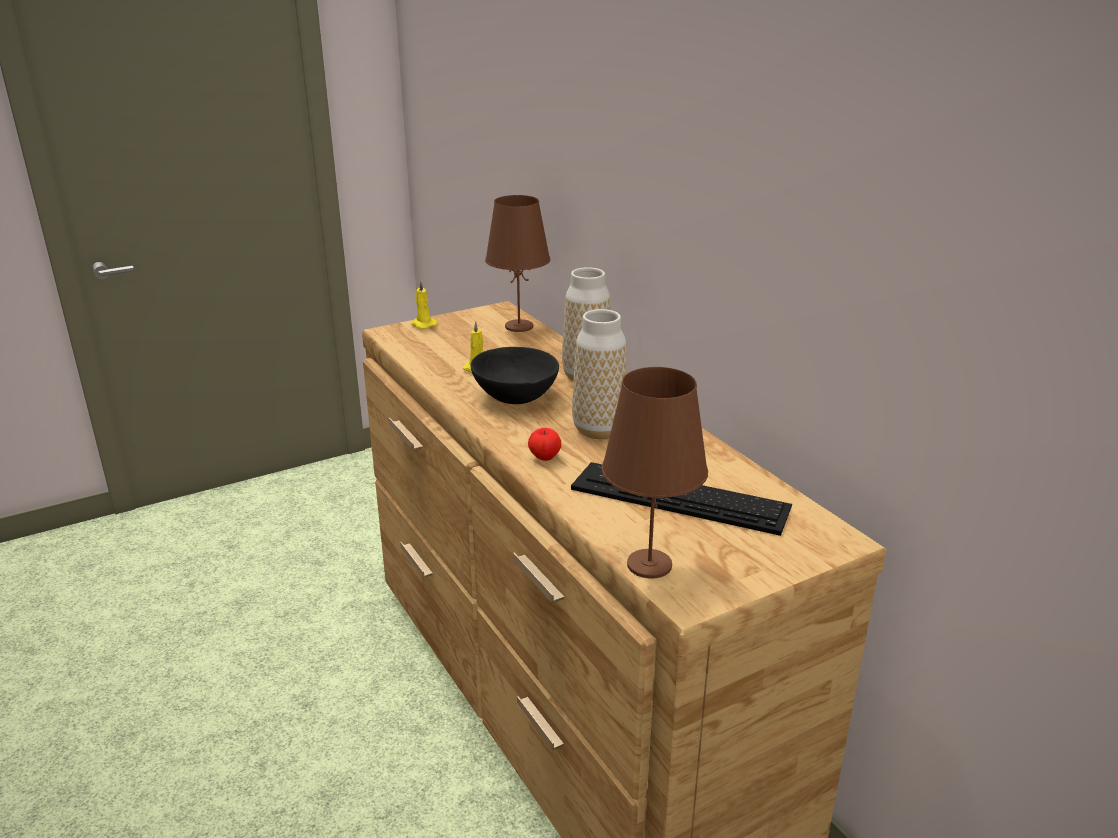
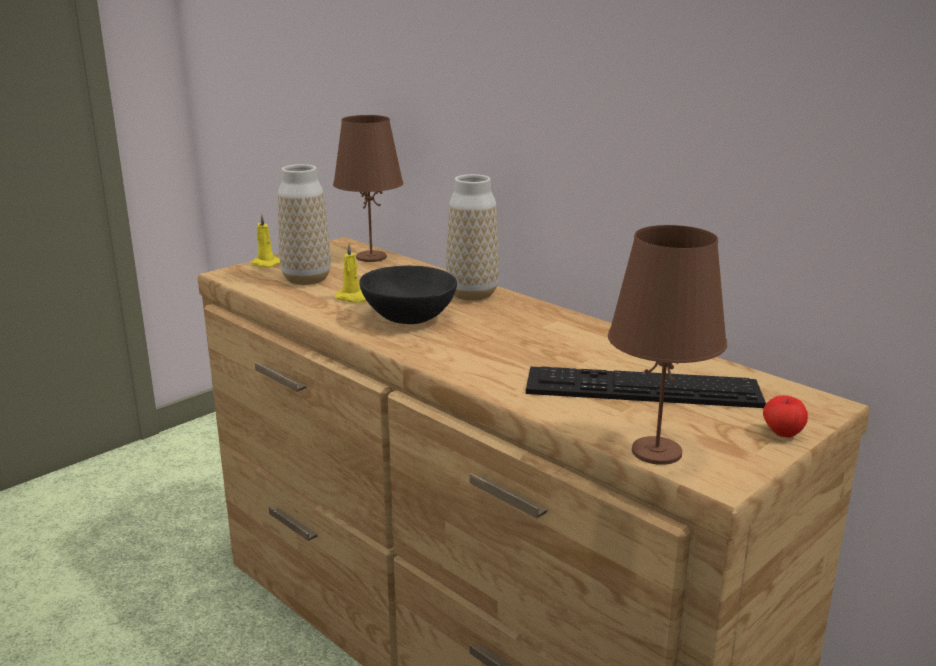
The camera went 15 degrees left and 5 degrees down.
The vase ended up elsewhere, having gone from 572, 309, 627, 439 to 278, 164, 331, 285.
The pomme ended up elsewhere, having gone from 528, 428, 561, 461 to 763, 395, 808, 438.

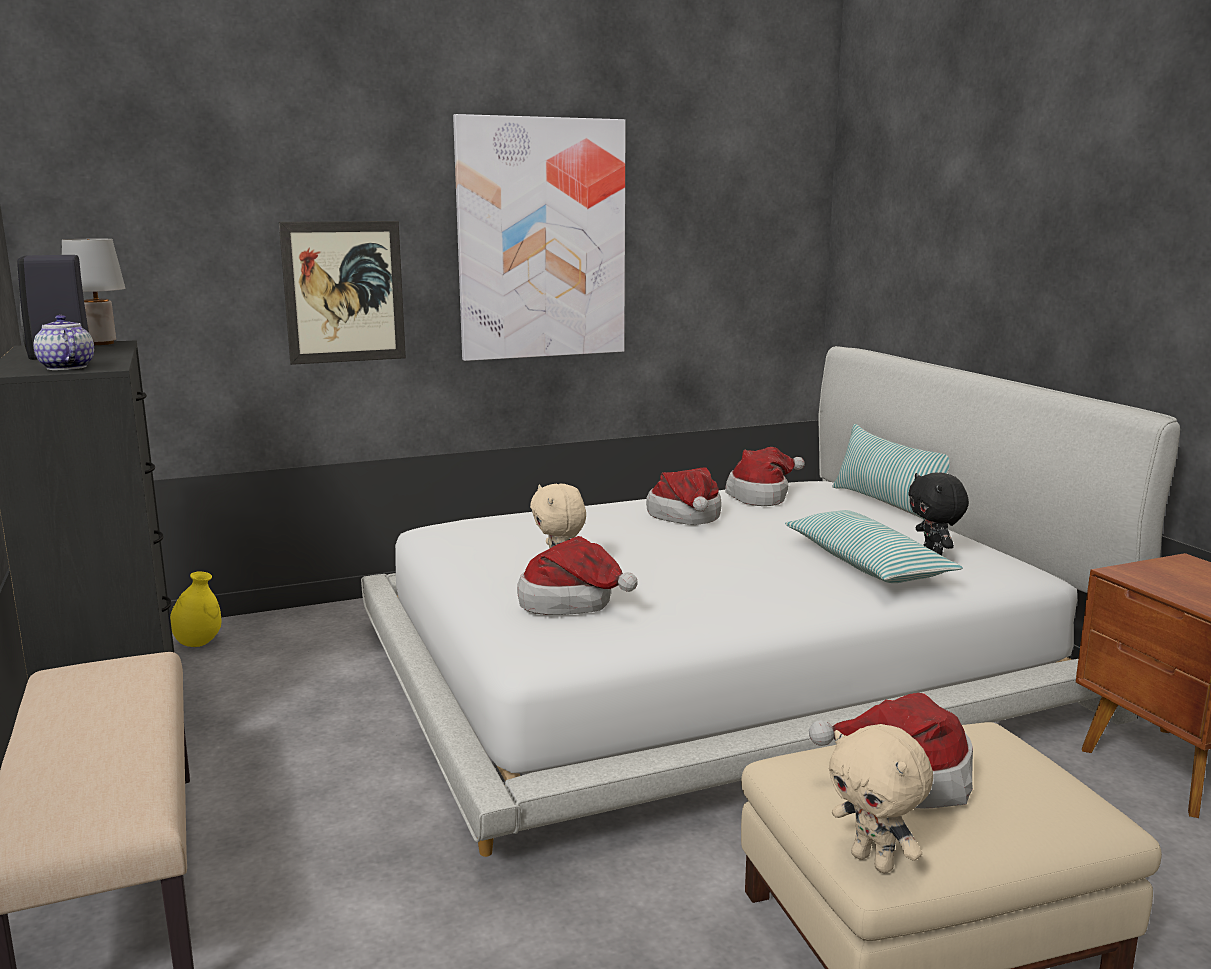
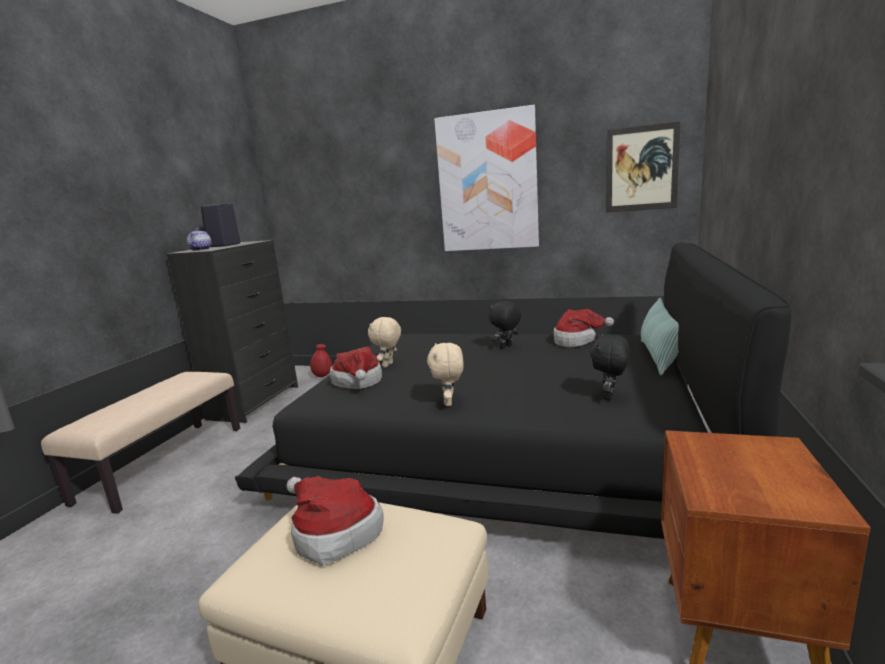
The camera went 40 degrees right and 0 degrees up.
What was the lit (blanc) at 361, 346, 1180, 857 turned into the lit (noir) at 235, 243, 791, 539.
What was the vase (jaune) at 170, 572, 221, 647 turned into the vase (rouge) at 310, 344, 332, 377.
The peluche (beige) ended up elsewhere, having gone from 829, 724, 933, 873 to 427, 343, 464, 406.
Where the chapeau stood at 646, 467, 722, 525, the peluche (noir) came to stand at 488, 301, 521, 349.
The tableau ended up elsewhere, having gone from 279, 221, 406, 365 to 606, 121, 681, 212.
The second view lost the lampe de table (gris) at 62, 239, 125, 345.
The second view lost the coussin at 785, 510, 963, 583.

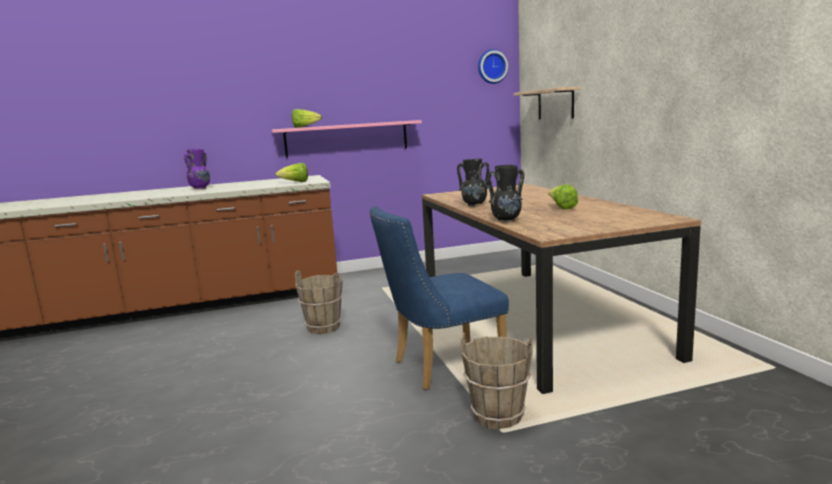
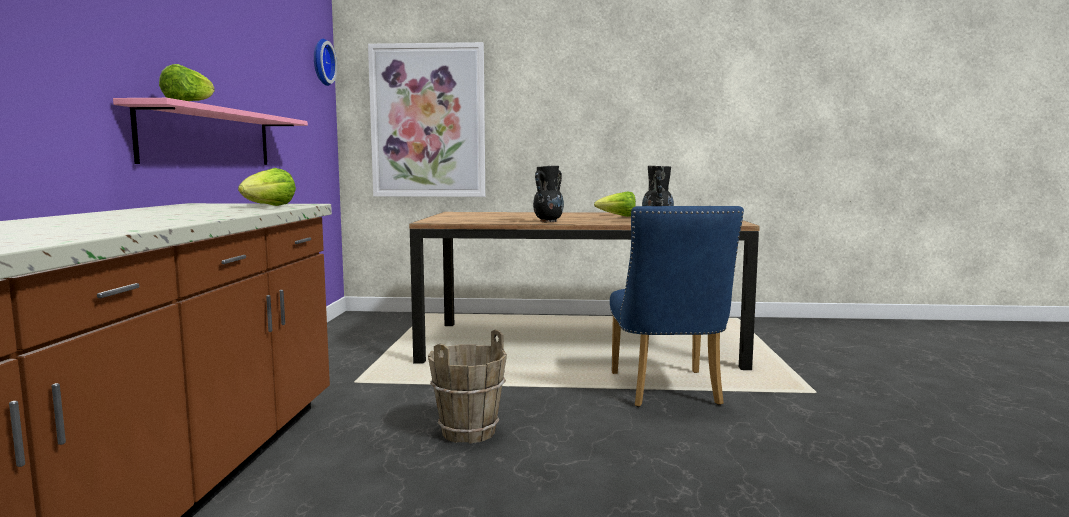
The camera went 70 degrees left and 5 degrees down.
Where the étagère hung at 514, 87, 581, 119, the tableau came to hang at 368, 42, 485, 197.
The second view lost the vase (violet) at 184, 149, 210, 189.
The second view lost the seau (marron) at 461, 332, 532, 430.

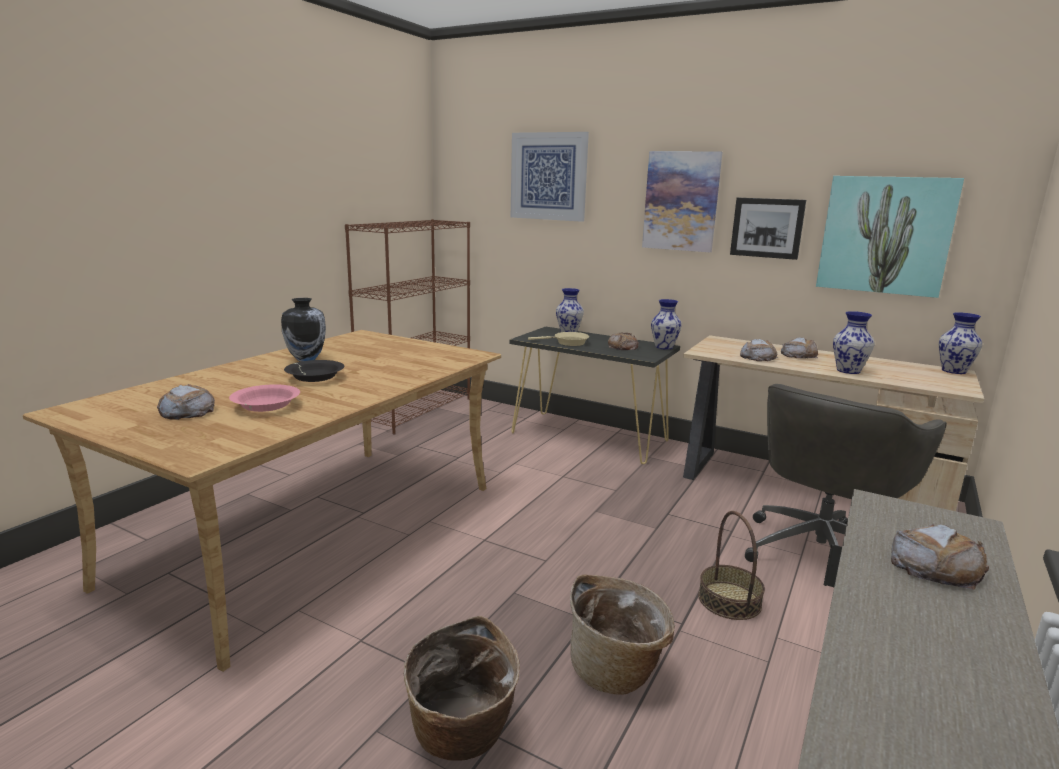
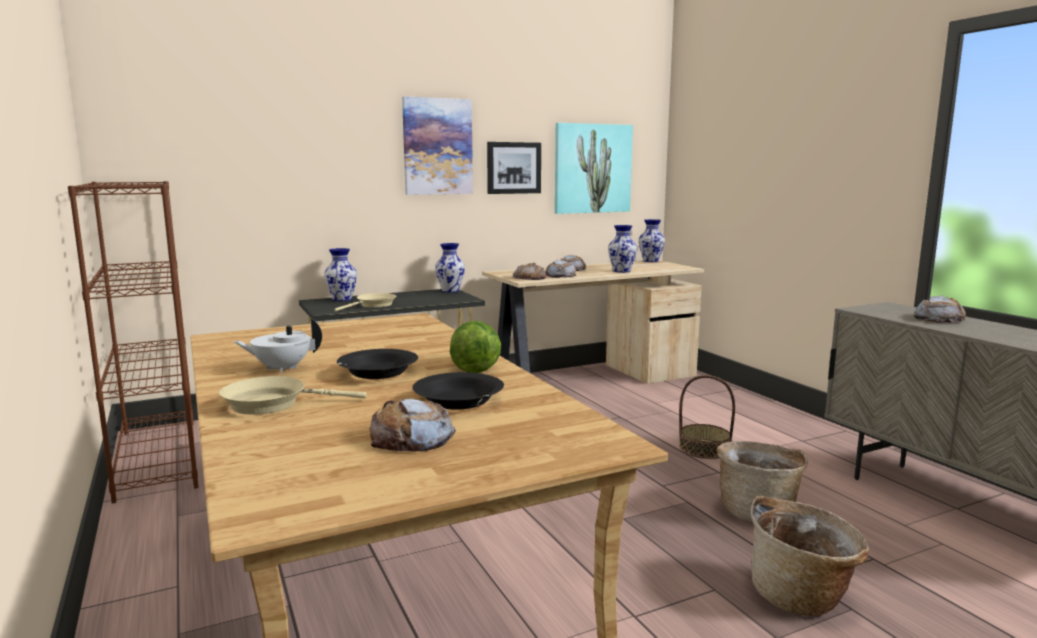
The camera went 55 degrees left and 5 degrees down.
The second view gained the poêle (beige) at 219, 376, 367, 415.
Where the vase stood at 281, 298, 326, 362, the théière (blanc) came to stand at 233, 318, 322, 373.
What was the bol (rose) at 229, 384, 300, 412 turned into the bol (noir) at 412, 372, 504, 410.
The second view gained the laitue at 450, 321, 501, 373.
The pain ended up elsewhere, having gone from 608, 332, 639, 350 to 513, 263, 548, 280.
The second view lost the tableau at 511, 132, 589, 222.
The second view lost the chaise de bureau (gris) at 745, 384, 947, 562.

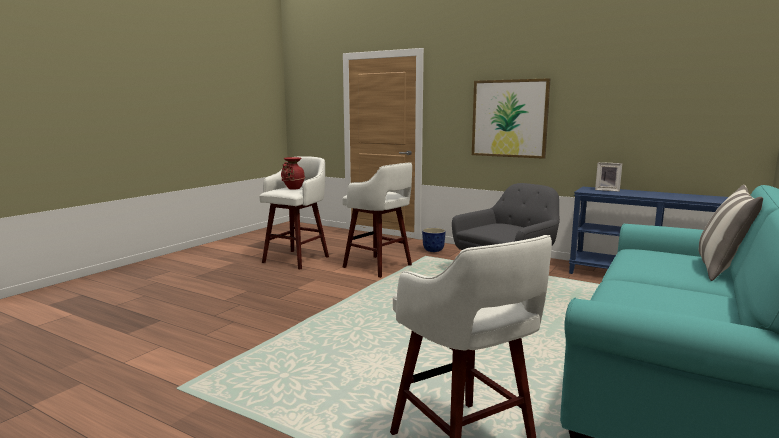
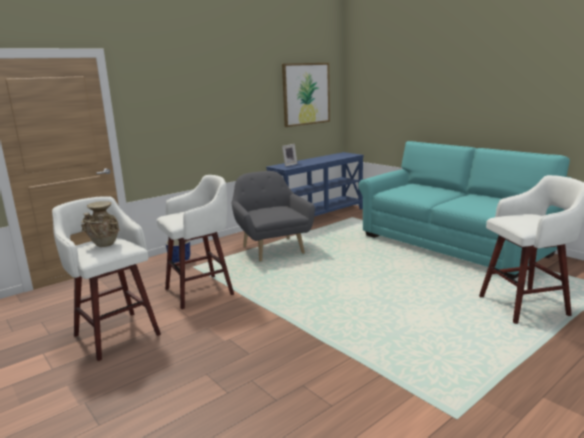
The camera went 70 degrees left and 5 degrees up.
What was the vase (rouge) at 281, 157, 305, 190 turned into the vase (beige) at 81, 201, 120, 247.
The tableau ended up elsewhere, having gone from 472, 78, 550, 159 to 282, 63, 330, 127.
The second view lost the coussin at 699, 185, 763, 281.

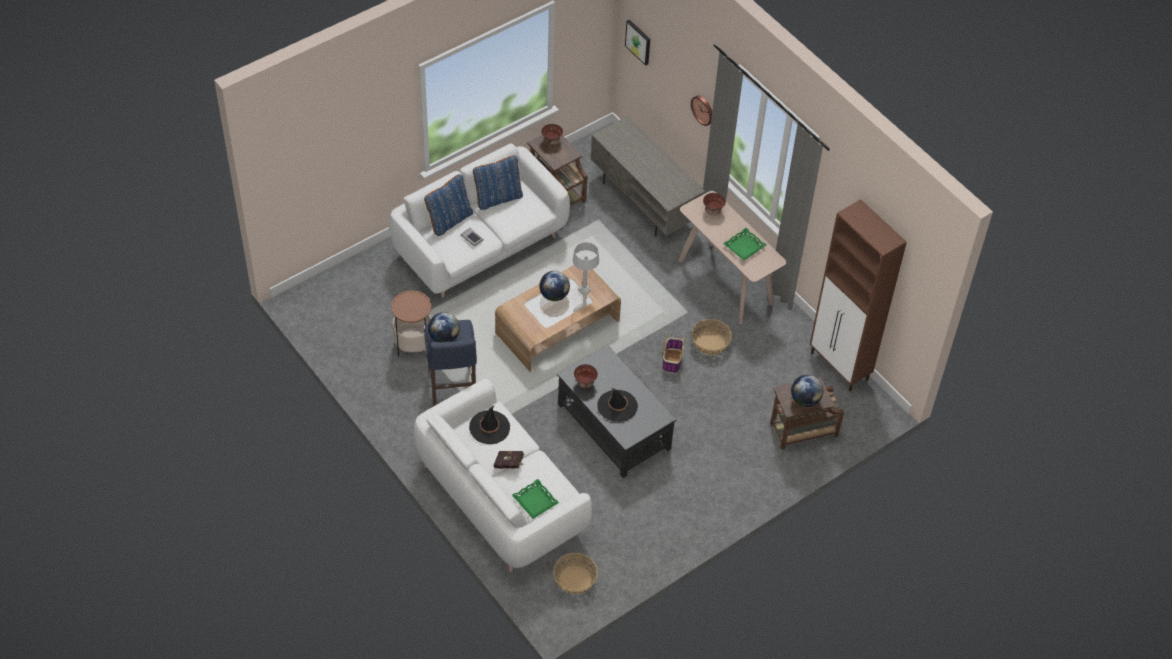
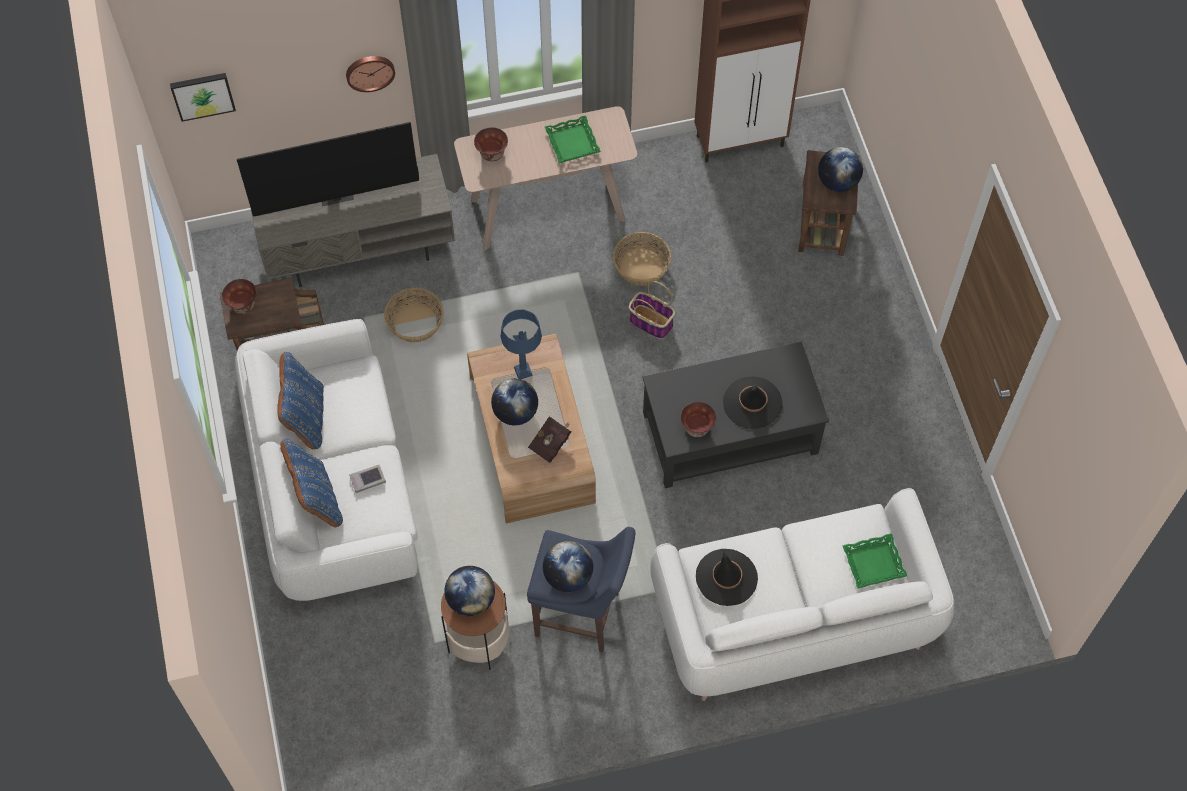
The camera went 65 degrees left and 10 degrees up.
The second view gained the téléviseur at 237, 122, 419, 217.
The panier ended up elsewhere, having gone from 553, 553, 598, 595 to 384, 288, 444, 342.
The second view gained the globe at 444, 566, 495, 617.
What was the lampe de table (gris) at 573, 242, 599, 295 turned into the lampe de table (bleu) at 501, 309, 542, 379.
The livre (rouge) ended up elsewhere, having gone from 494, 451, 524, 469 to 528, 416, 571, 463.

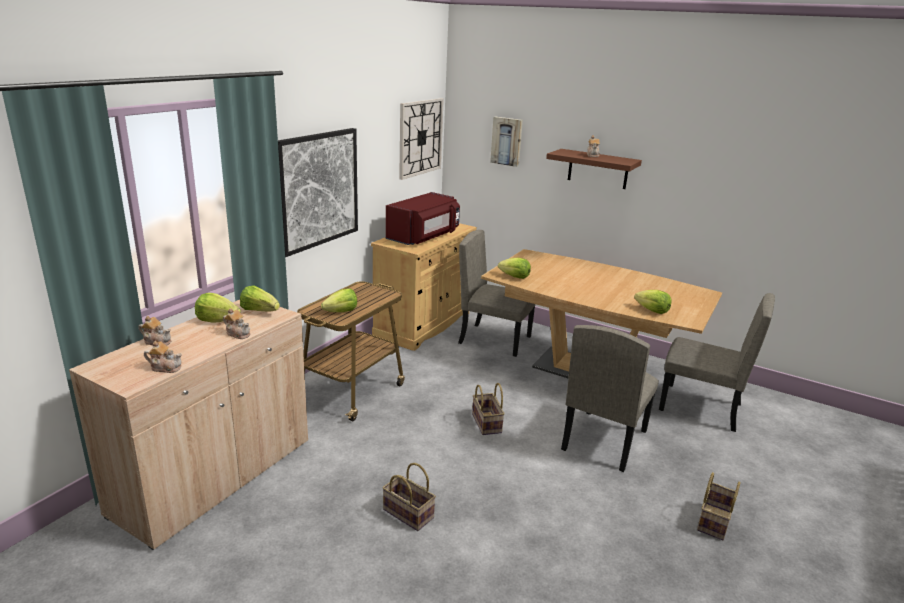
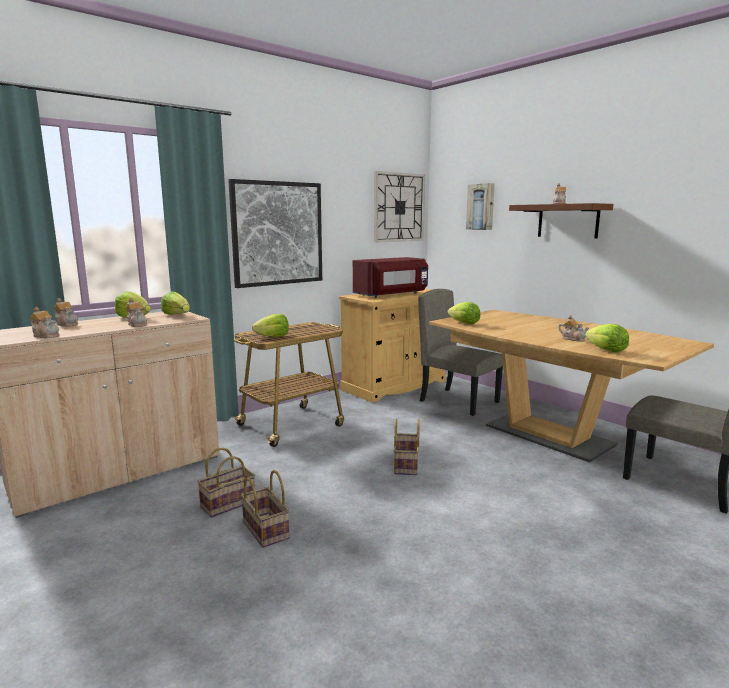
The camera went 20 degrees right and 10 degrees down.
The panier ended up elsewhere, having gone from 697, 472, 740, 540 to 197, 448, 255, 518.
The second view gained the théière at 558, 315, 589, 342.
The second view lost the chaise (beige) at 561, 325, 659, 472.

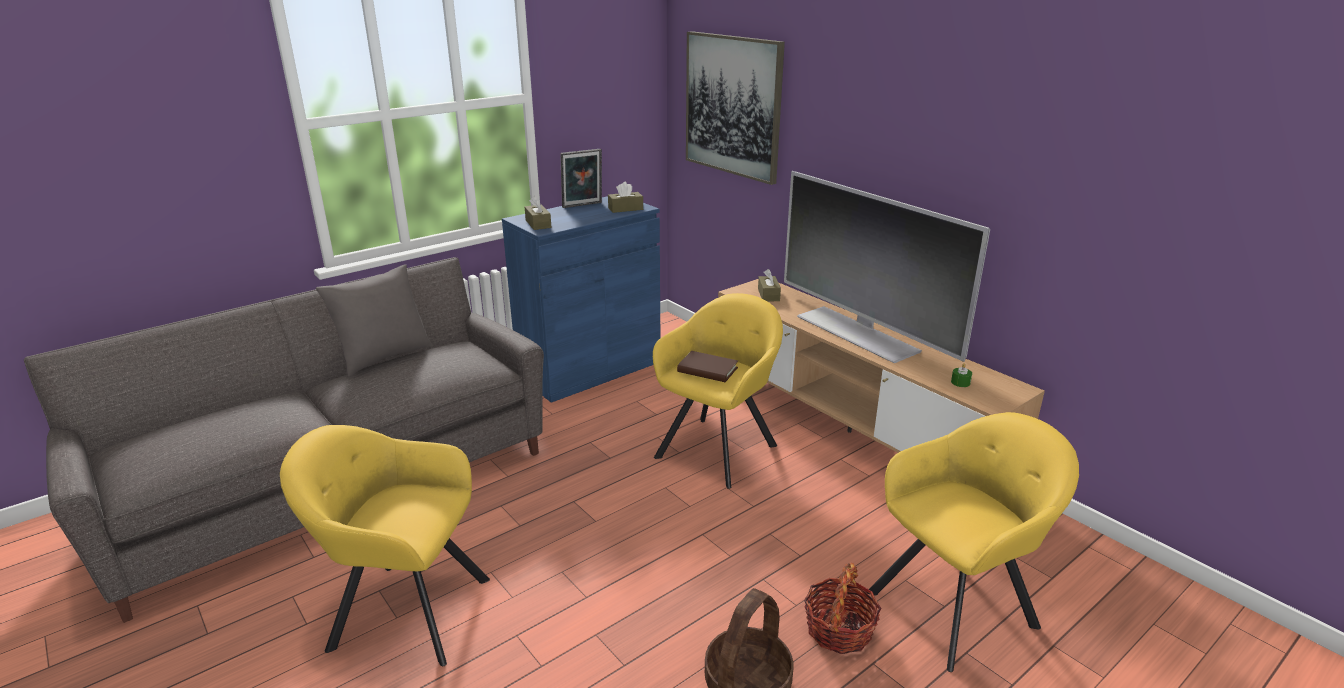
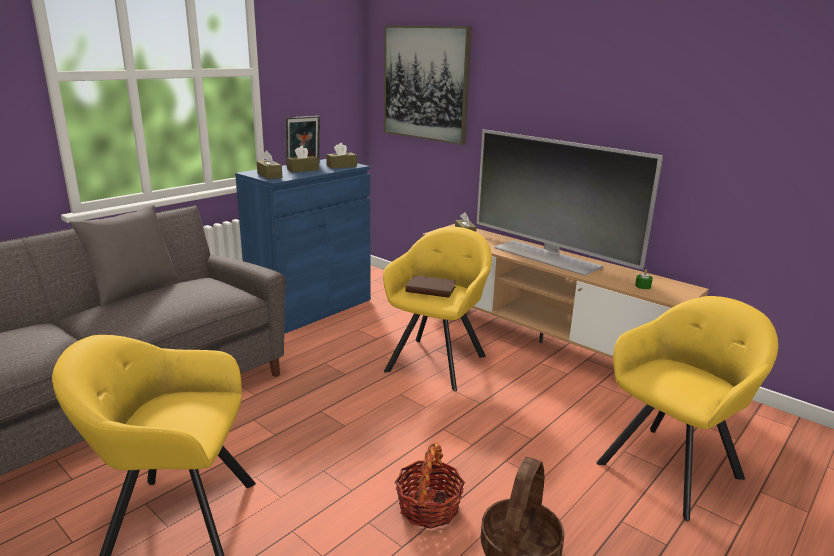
The camera went 10 degrees left and 5 degrees down.
The second view gained the boîte à mouchoirs (marron) at 287, 146, 319, 173.
The panier ended up elsewhere, having gone from 804, 563, 882, 654 to 395, 442, 465, 529.

